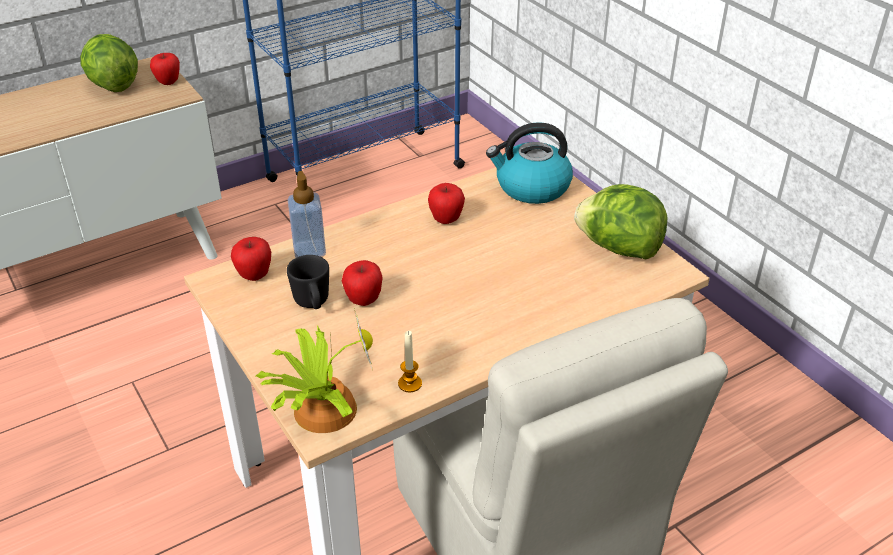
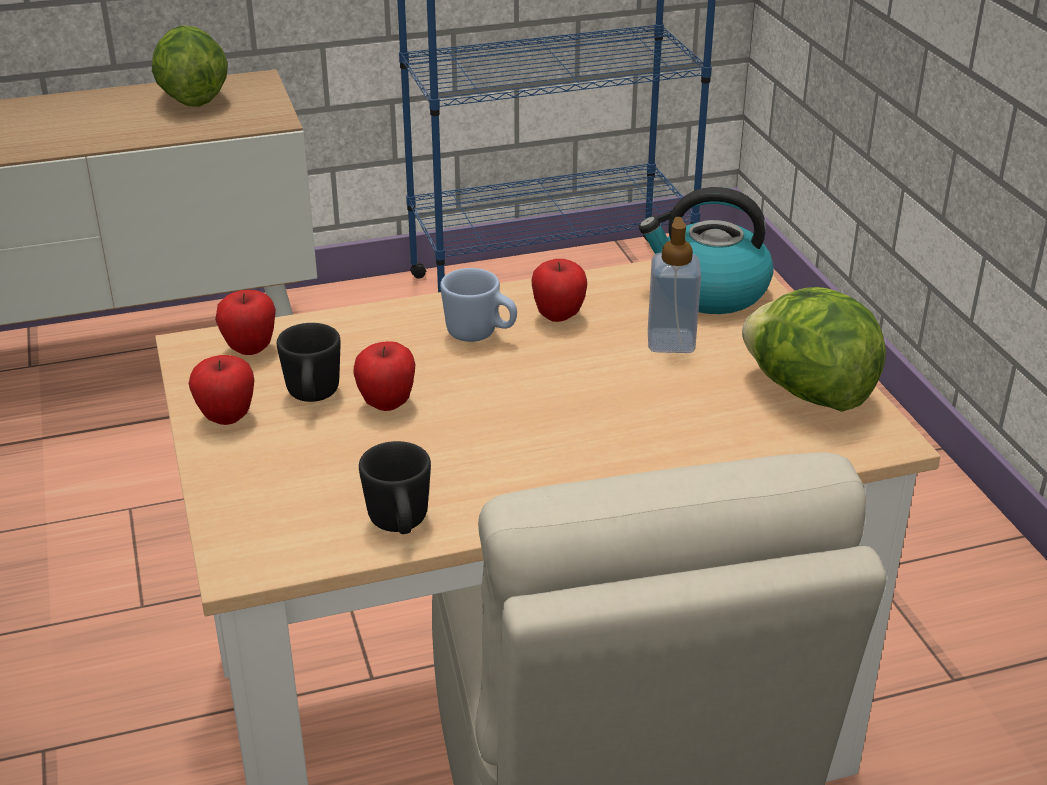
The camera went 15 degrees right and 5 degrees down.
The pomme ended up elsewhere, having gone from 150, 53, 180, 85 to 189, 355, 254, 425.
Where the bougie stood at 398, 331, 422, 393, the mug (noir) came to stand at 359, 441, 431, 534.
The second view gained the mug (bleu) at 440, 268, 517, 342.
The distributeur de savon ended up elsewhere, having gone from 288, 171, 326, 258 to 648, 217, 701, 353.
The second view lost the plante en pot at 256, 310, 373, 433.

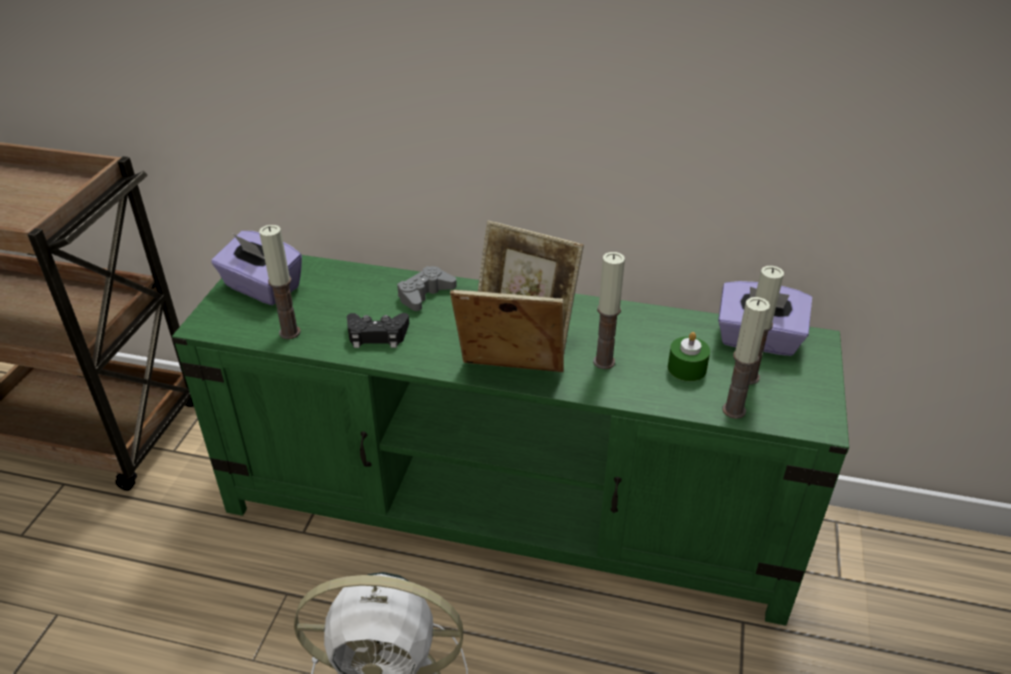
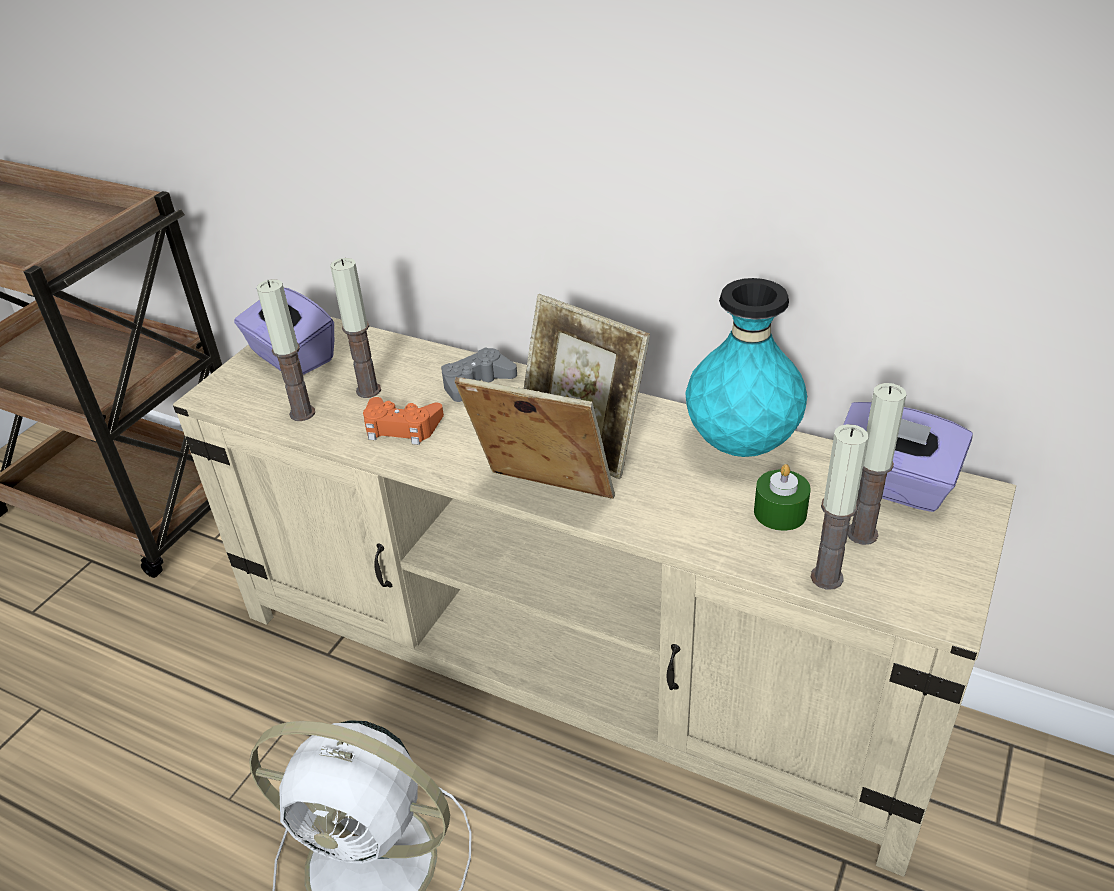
The camera went 15 degrees right and 0 degrees up.
What was the meuble télé (vert) at 172, 255, 849, 626 turned into the meuble télé (beige) at 173, 317, 1016, 877.
The bougie ended up elsewhere, having gone from 593, 252, 625, 369 to 330, 258, 381, 398.
What was the manette (noir) at 347, 313, 409, 348 turned into the manette (orange) at 363, 397, 444, 445.
The second view gained the vase (turquoise) at 686, 278, 807, 457.

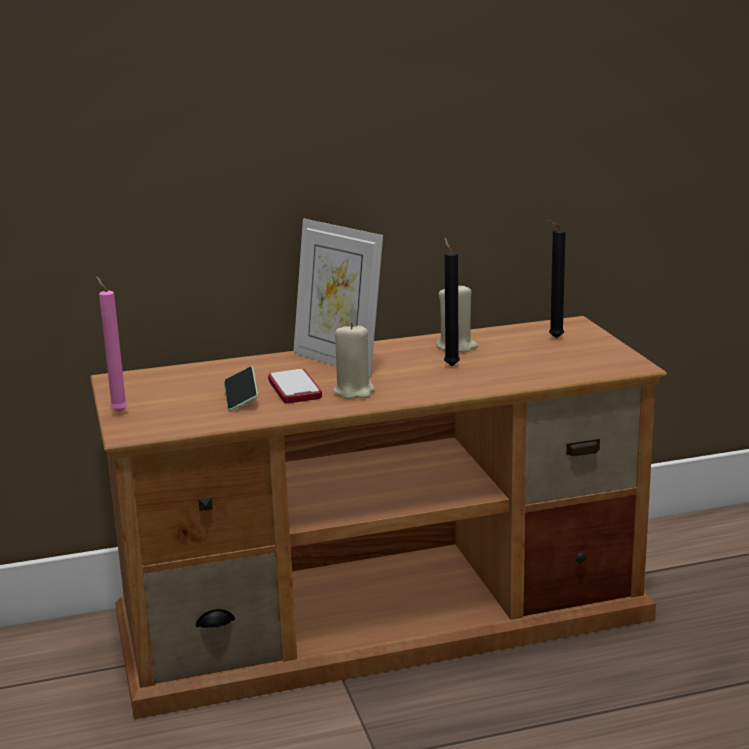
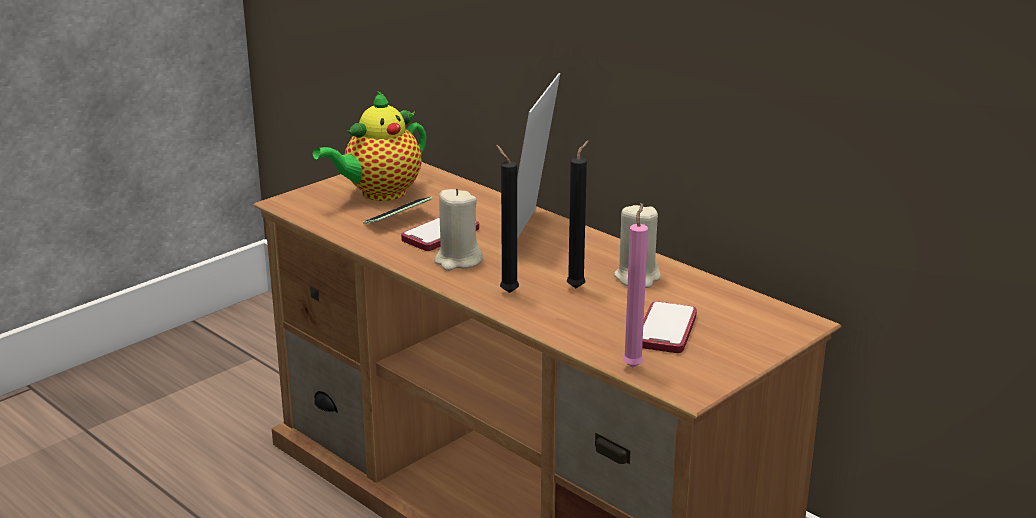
The camera went 60 degrees right and 5 degrees up.
The second view gained the théière at 313, 91, 426, 201.
The bougie (noir) ended up elsewhere, having gone from 547, 220, 566, 338 to 496, 145, 519, 293.
The bougie (rose) ended up elsewhere, having gone from 96, 276, 128, 413 to 623, 203, 648, 368.
The second view gained the téléphone at 642, 301, 697, 353.

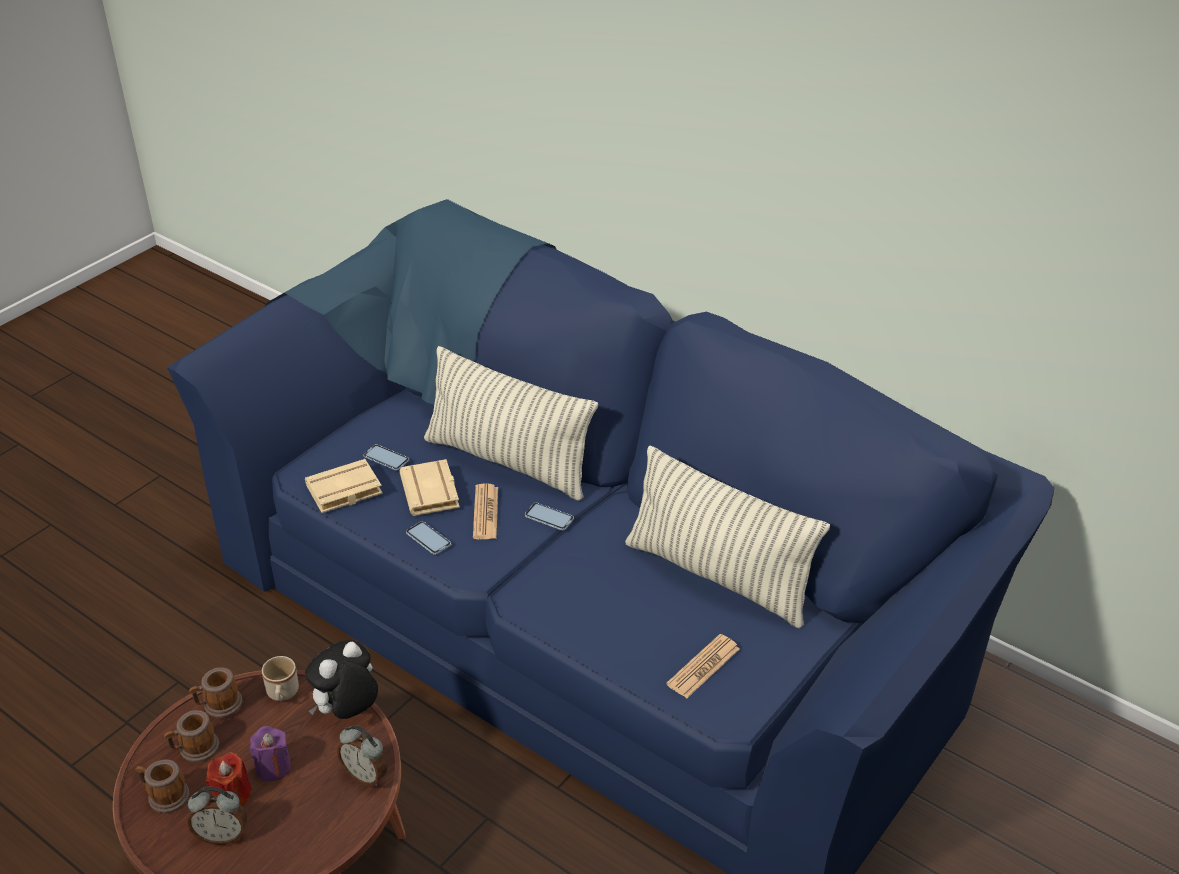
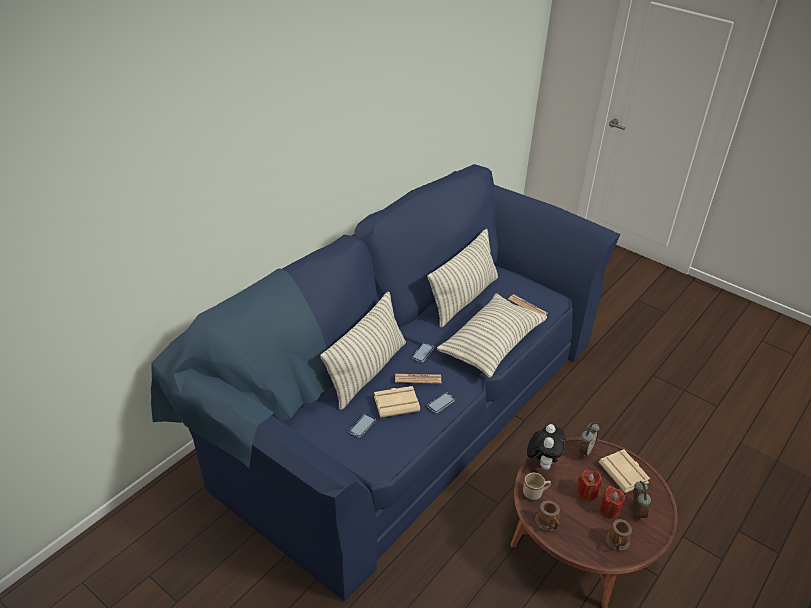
The camera went 90 degrees left and 0 degrees up.
The second view gained the coussin at 437, 293, 547, 378.
The peluche at 305, 640, 378, 719 ended up facing another way, 120 degrees counterclockwise from before.
What was the bougie (violet) at 250, 726, 291, 781 turned into the bougie (rouge) at 577, 470, 602, 501.
The livre (beige) ended up elsewhere, having gone from 305, 459, 383, 513 to 599, 449, 650, 493.
The second view lost the mug at 164, 710, 219, 762.

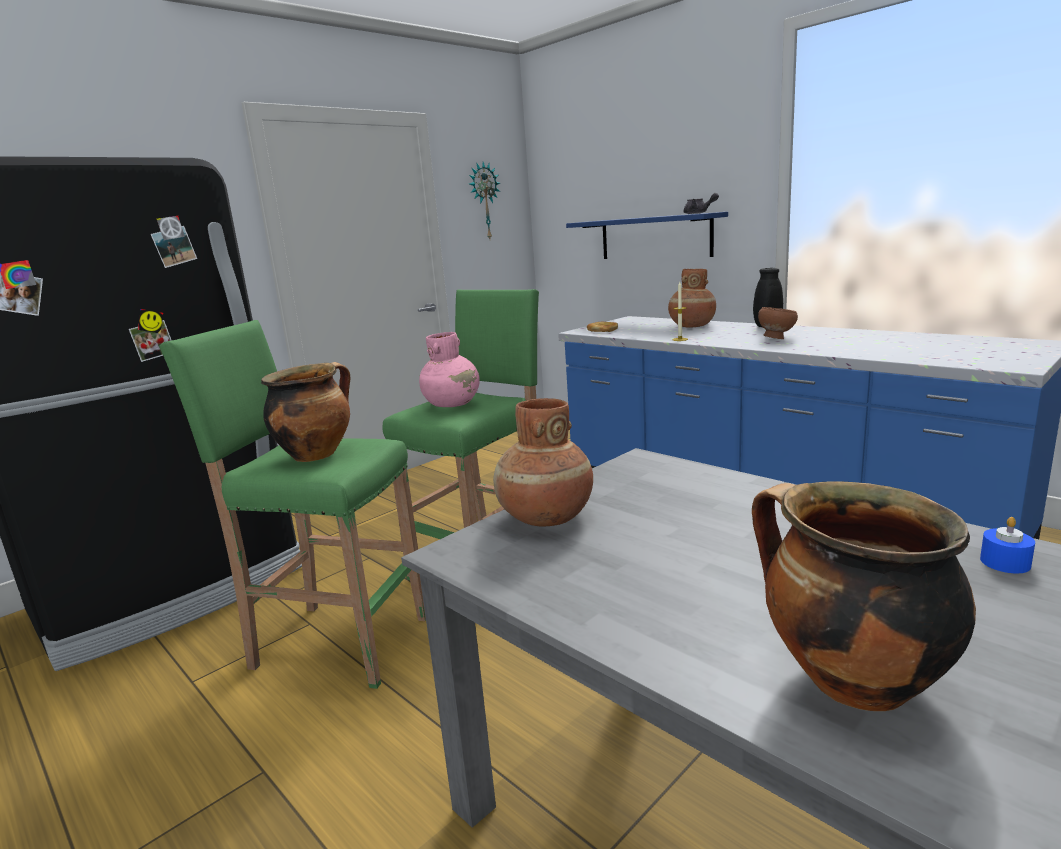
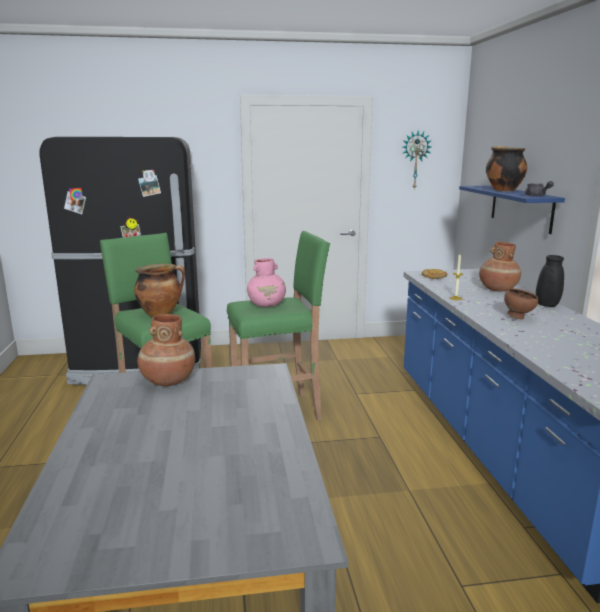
The camera went 35 degrees right and 0 degrees up.
The marmite ended up elsewhere, having gone from 752, 481, 976, 711 to 486, 146, 527, 191.
The second view lost the bougie (bleu) at 980, 517, 1035, 573.

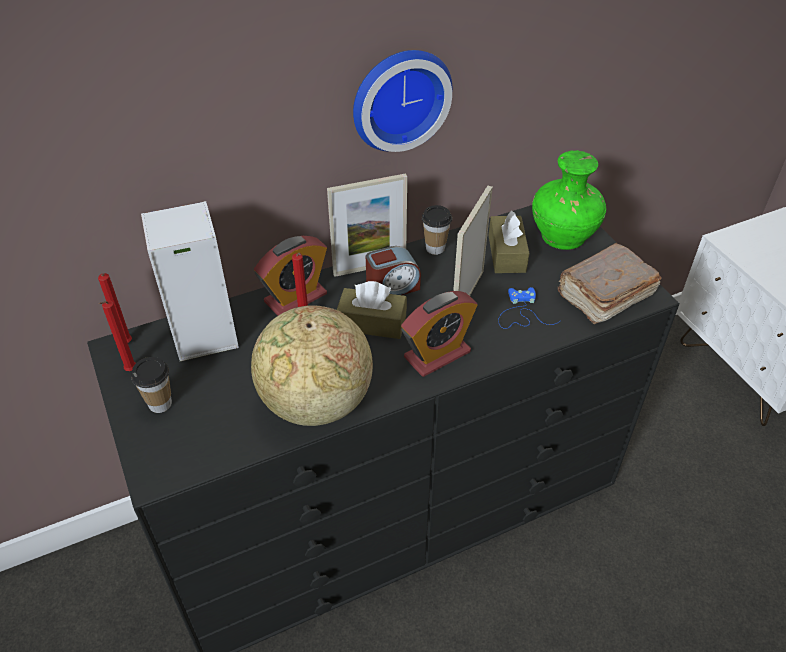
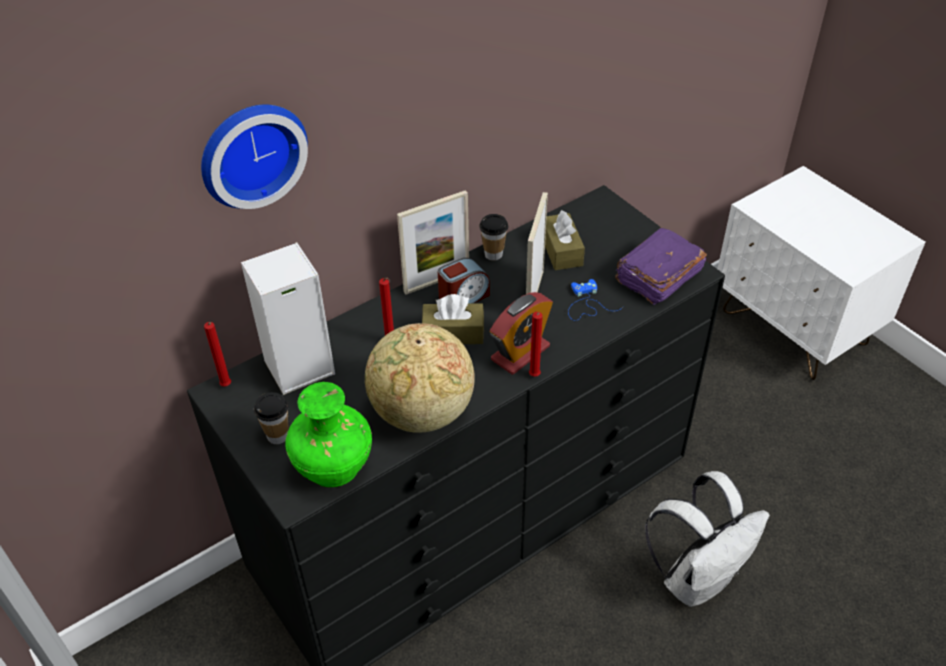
The camera went 10 degrees left and 0 degrees up.
The horloge murale ended up elsewhere, having gone from 353, 50, 452, 152 to 201, 105, 308, 209.
The vase (vert) ended up elsewhere, having gone from 532, 150, 606, 250 to 285, 382, 372, 487.
The bougie (rouge) ended up elsewhere, having gone from 99, 300, 136, 371 to 529, 312, 543, 377.
What was the livre (marron) at 558, 243, 662, 324 turned into the livre (violet) at 615, 228, 707, 305.
The second view gained the sac à dos (blanc) at 645, 471, 770, 607.
The second view lost the réveil at 254, 236, 327, 316.

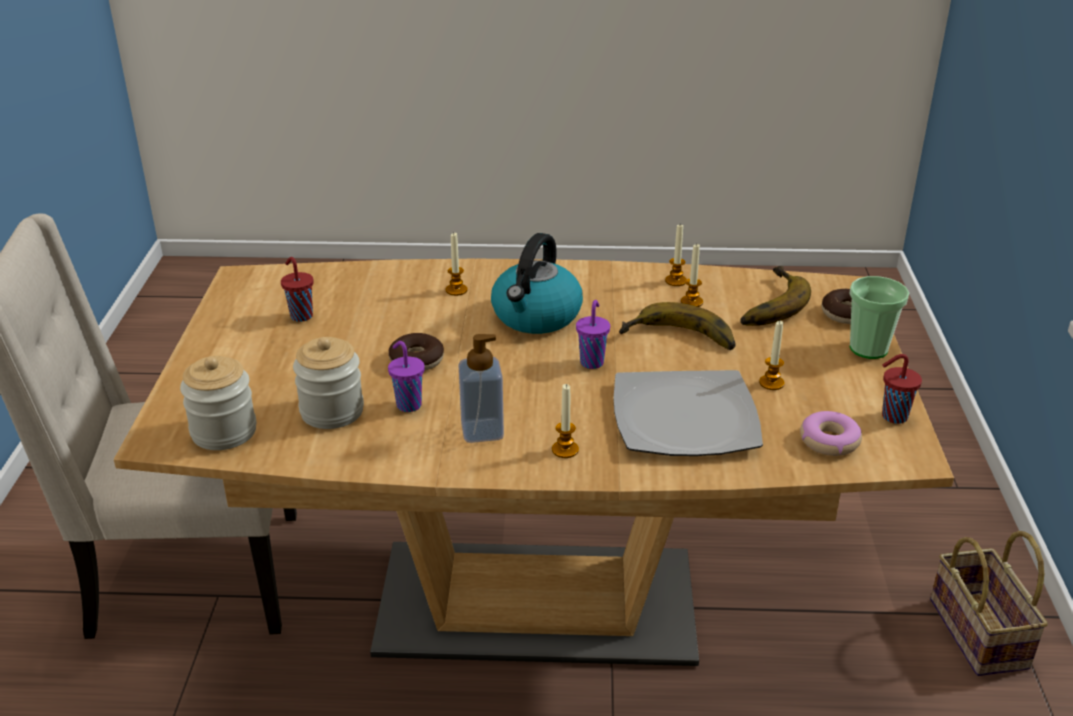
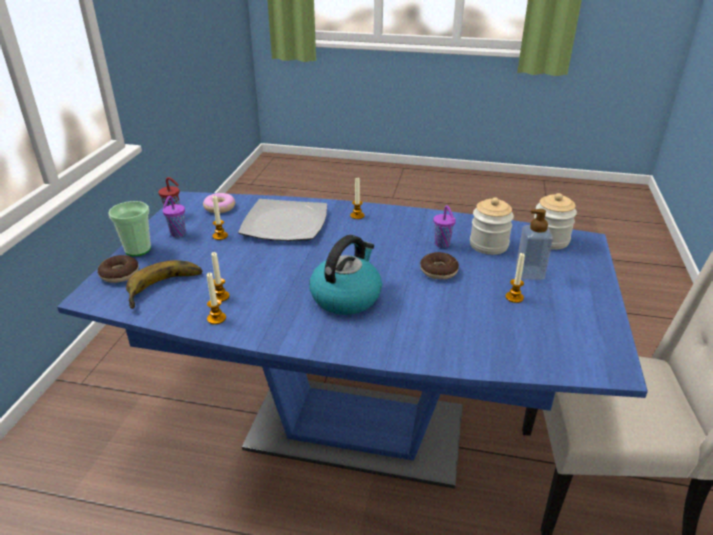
The camera went 170 degrees left and 0 degrees up.
What was the table à manger (marron) at 114, 259, 954, 666 turned into the table à manger (bleu) at 57, 192, 648, 489.
The tasse (violet) ended up elsewhere, having gone from 576, 300, 610, 369 to 163, 196, 186, 237.
The bougie ended up elsewhere, having gone from 446, 233, 468, 296 to 505, 253, 525, 303.
The distributeur de savon ended up elsewhere, having gone from 459, 334, 504, 443 to 516, 209, 553, 280.
The second view lost the tasse (rouge) at 281, 257, 314, 322.
The second view lost the banane at 619, 302, 736, 350.
The second view lost the panier at 930, 531, 1048, 676.

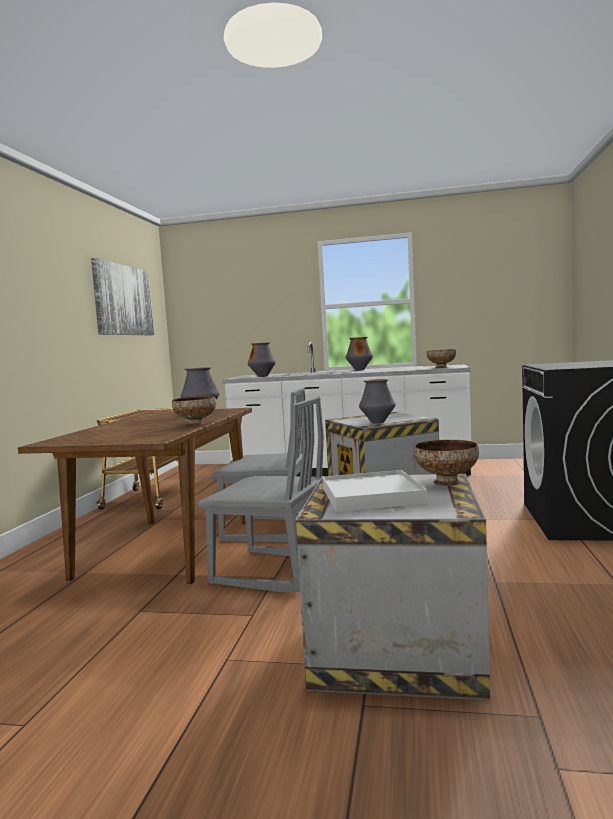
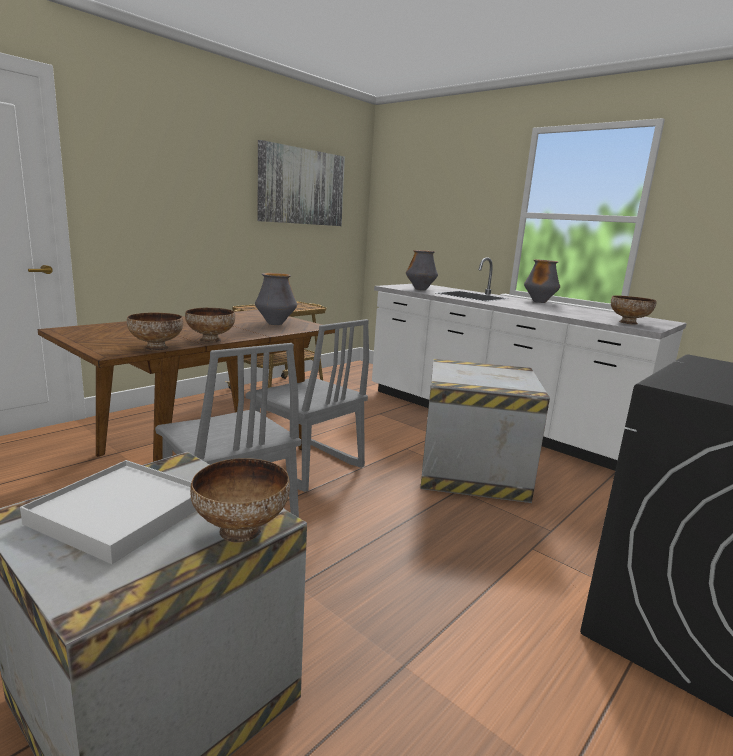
The camera went 30 degrees right and 10 degrees up.
The second view gained the bol at 127, 313, 183, 351.
The second view lost the vase at 359, 379, 395, 424.

